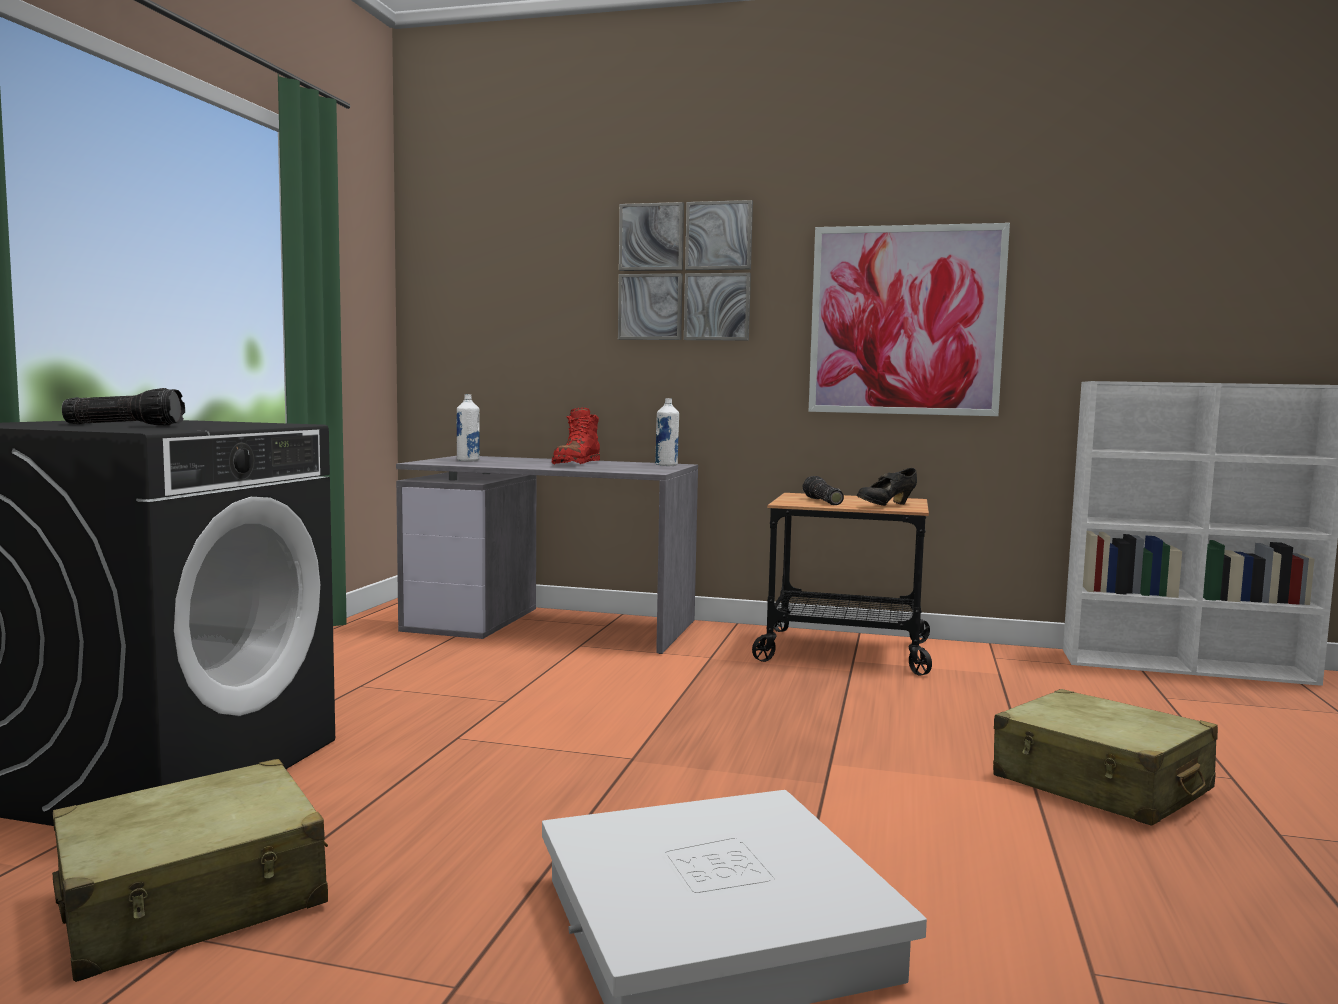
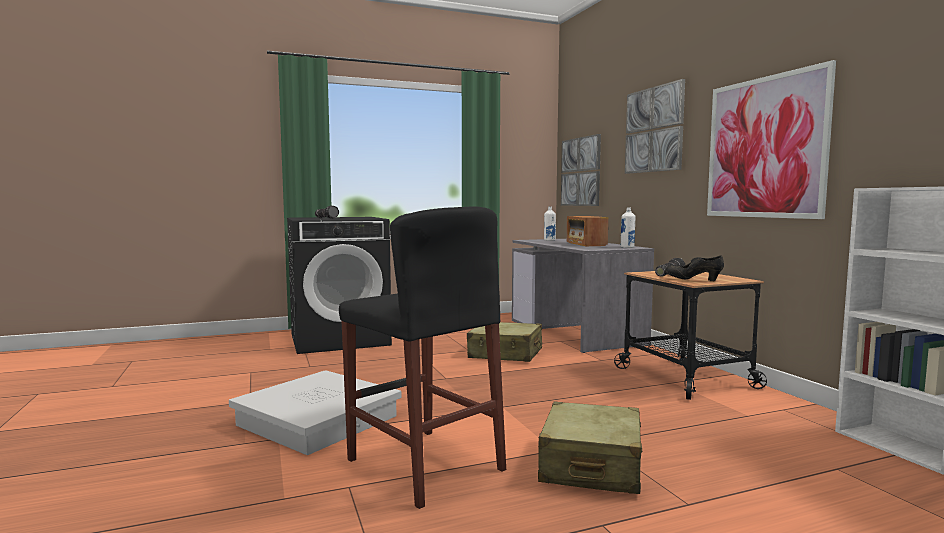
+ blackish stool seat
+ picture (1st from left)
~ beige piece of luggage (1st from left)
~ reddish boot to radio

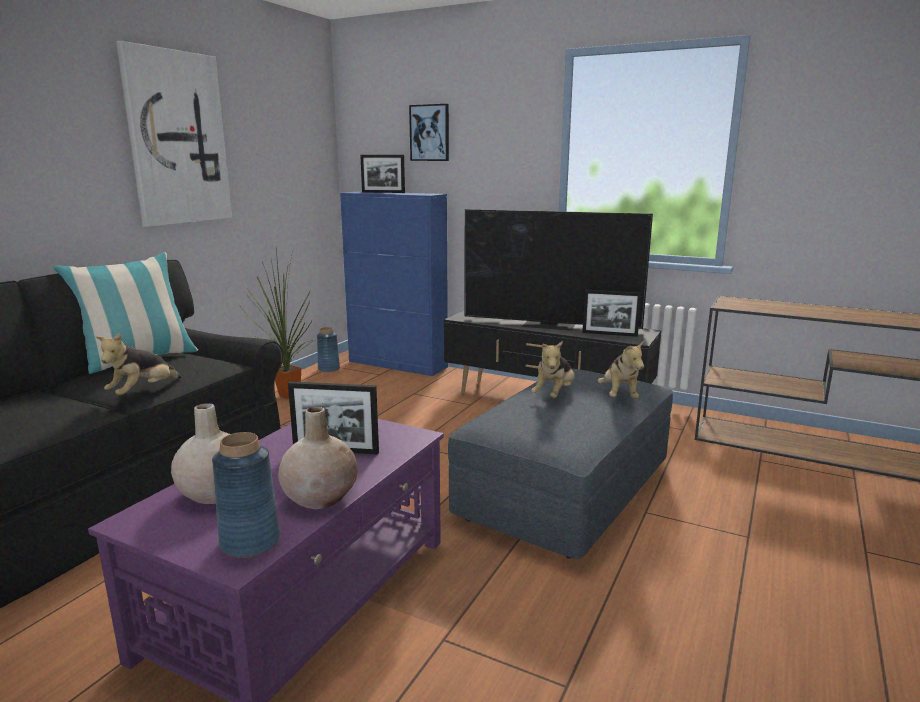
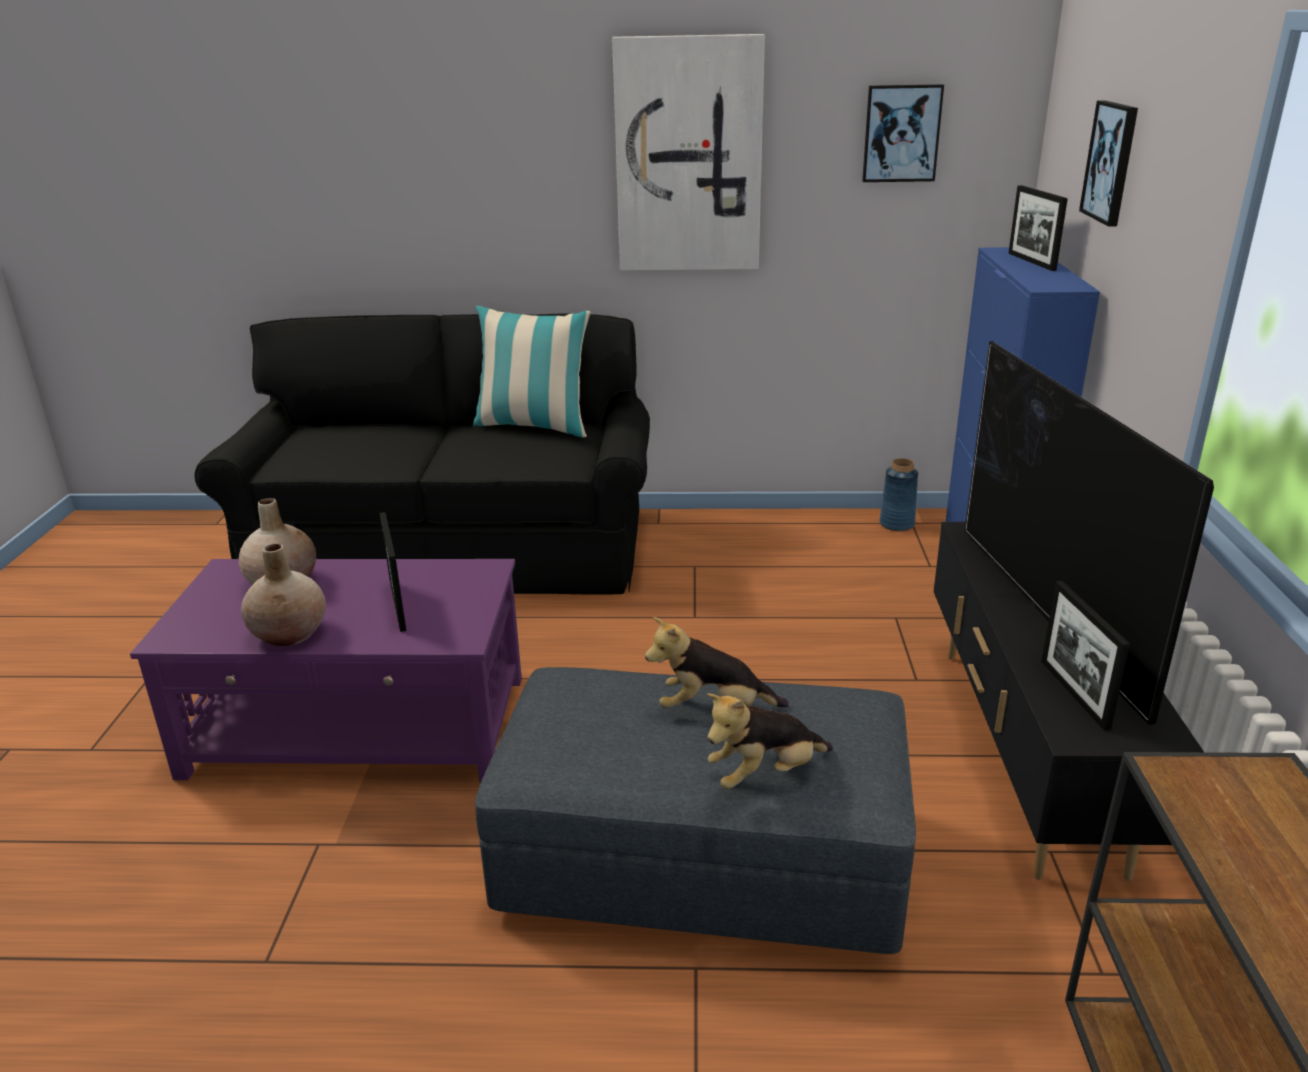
- plush toy (1st from left)
- blue flower vase (1st from left)
- plant in a pot
+ picture (2nd from left)

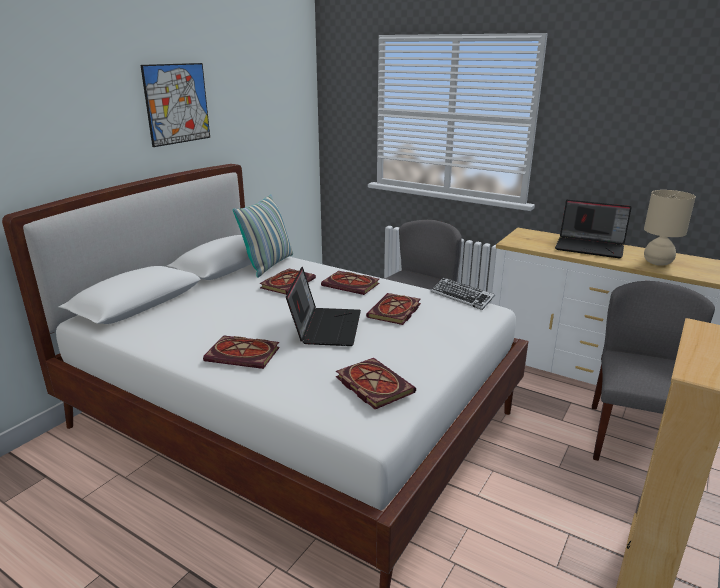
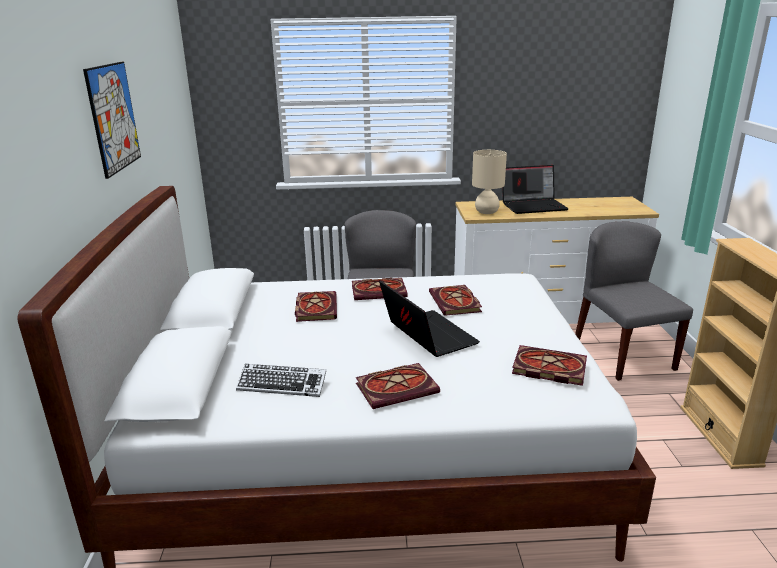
- throw pillow
~ keyboard
~ beige table lamp

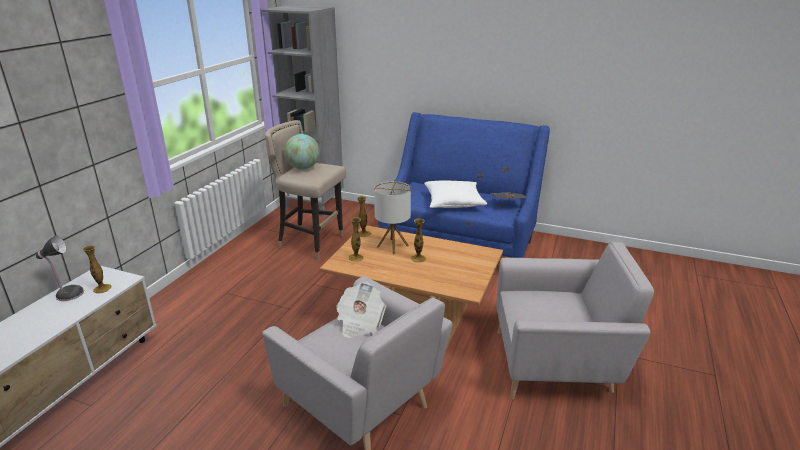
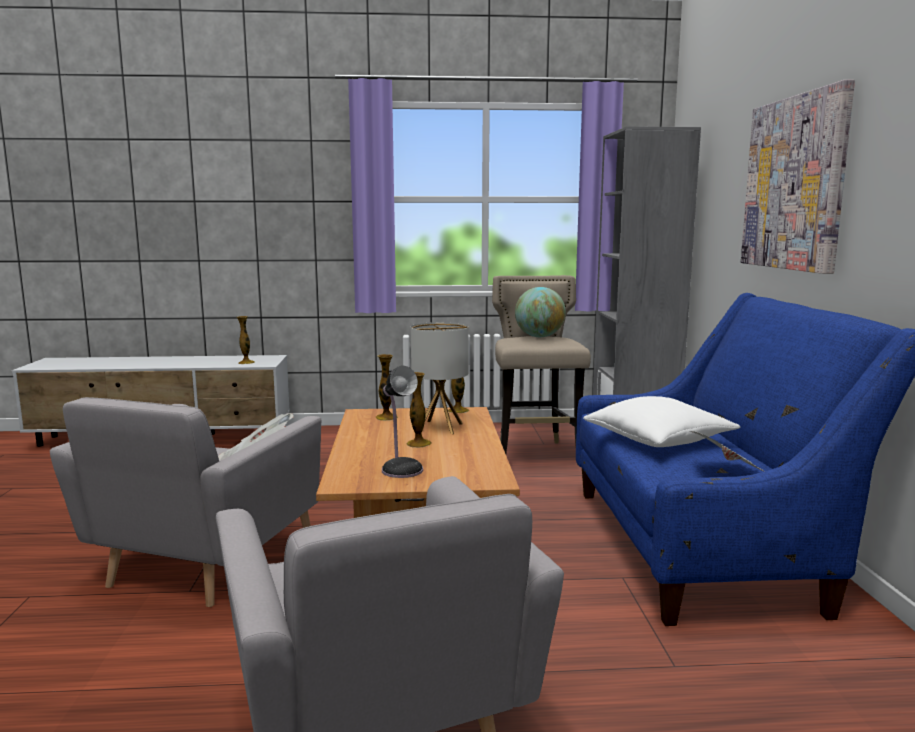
+ picture
~ table lamp (1st from left)

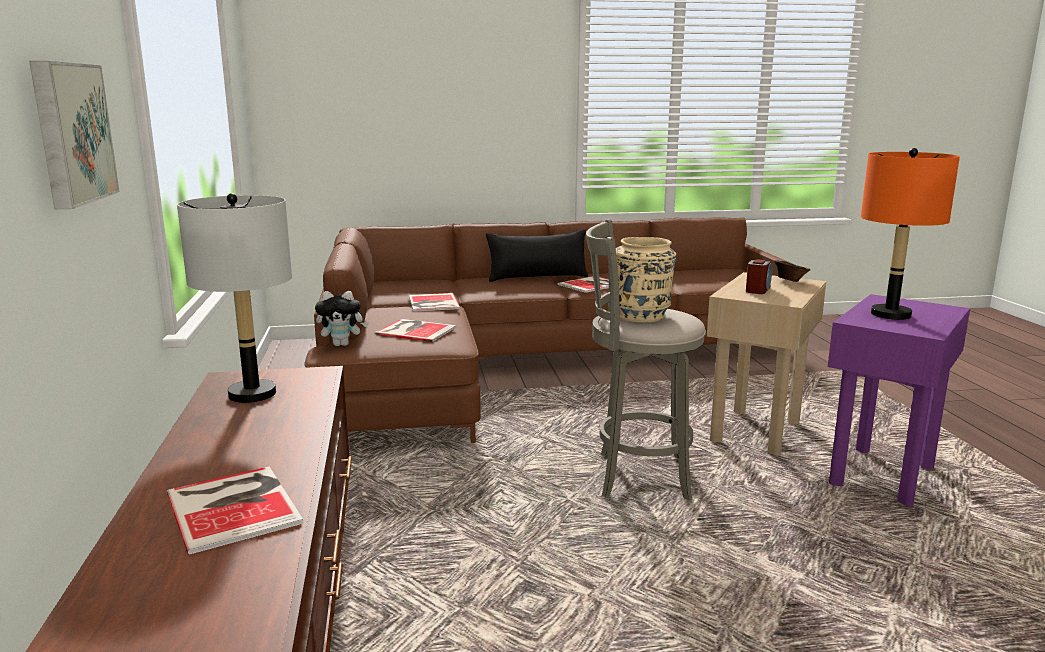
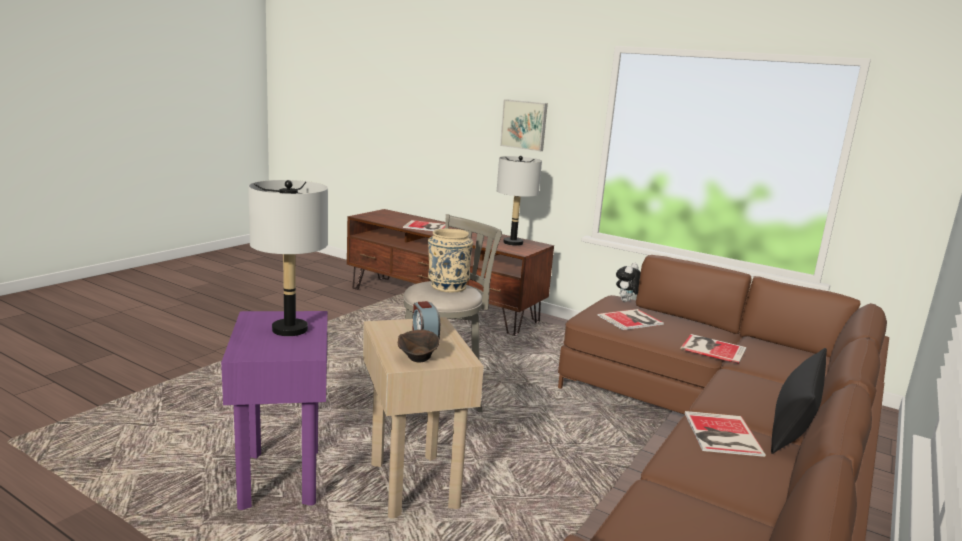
~ orange-coloured table lamp to grey table lamp (1st from left)

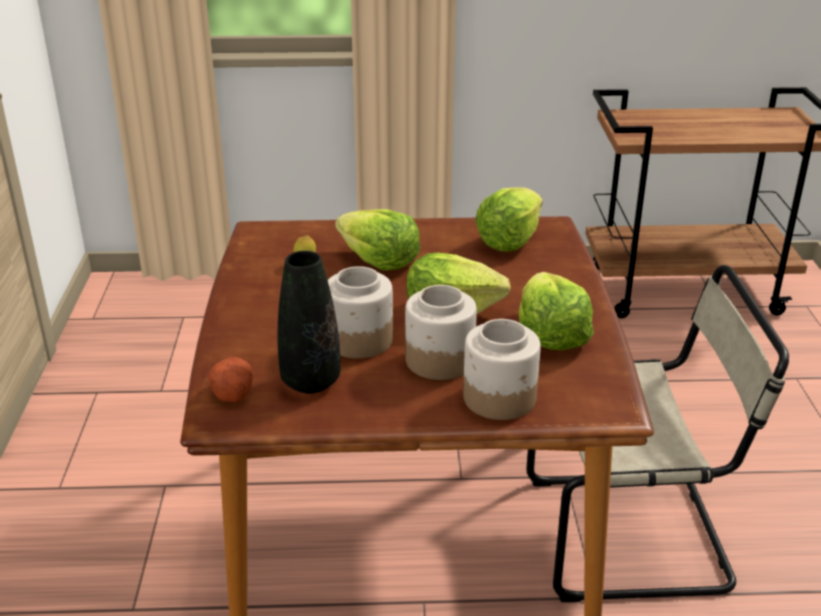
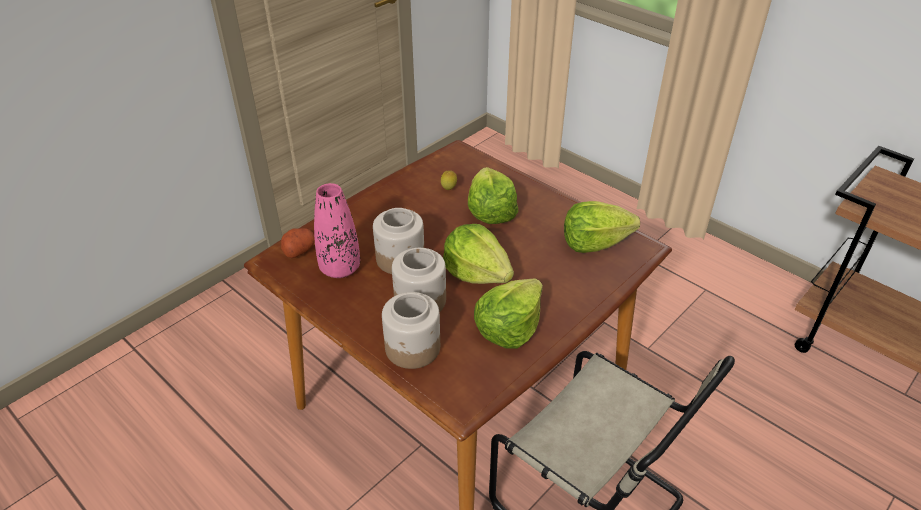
~ blackish flower vase to pinkish flower vase

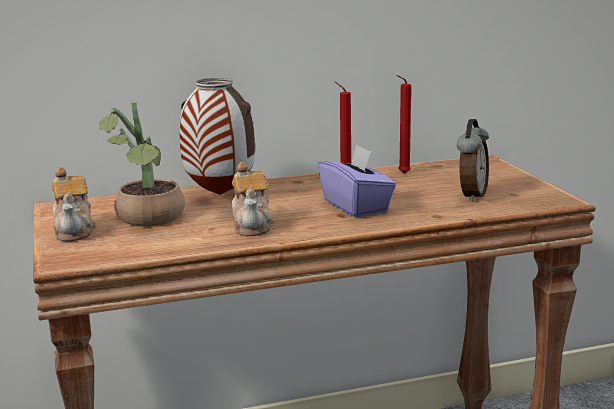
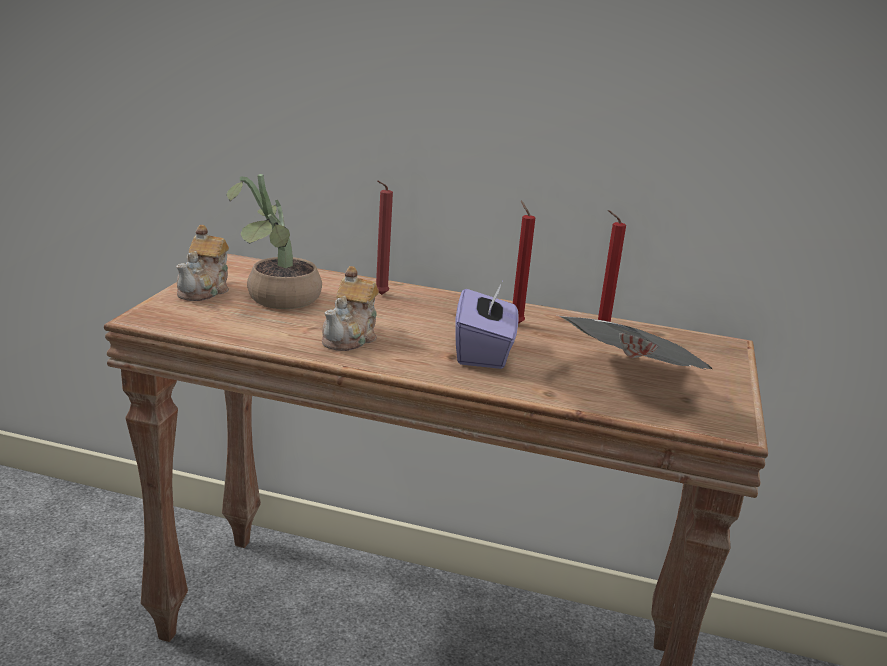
~ flower vase to reddish wax light (1st from left)
~ alarm clock to daily paper

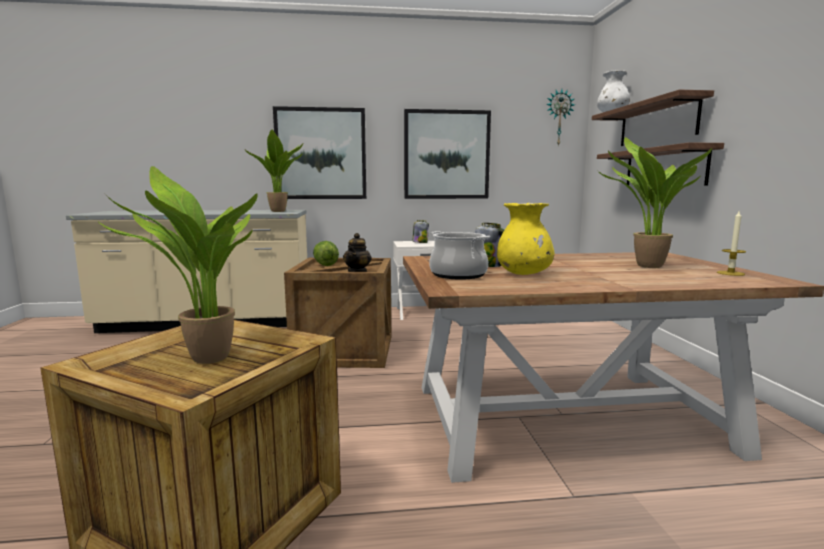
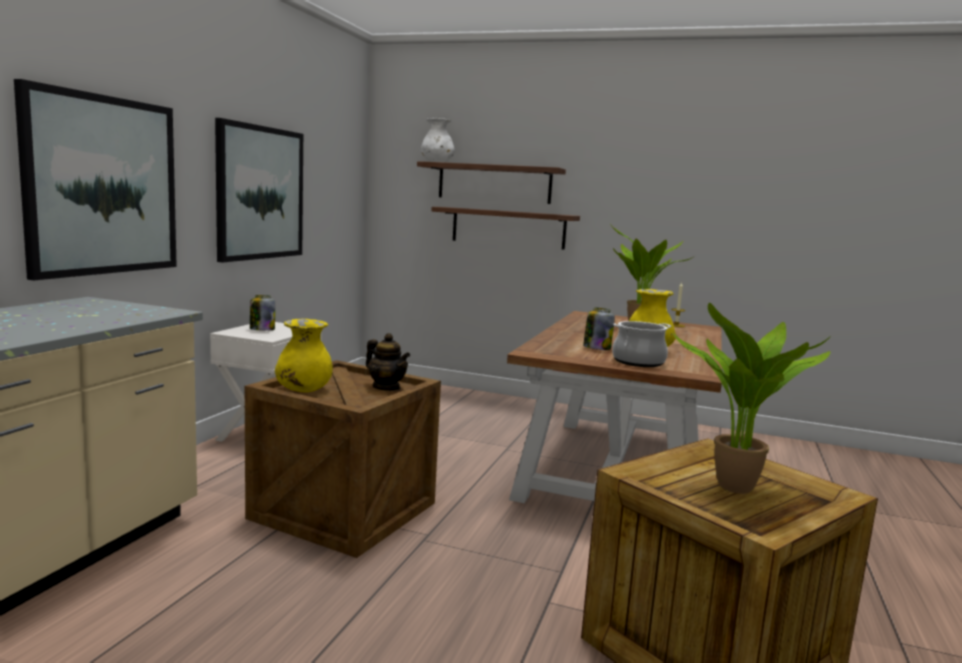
- plant in a pot (2nd from left)
- clock on the wall
~ lettuce head to yellow flower vase (1st from left)

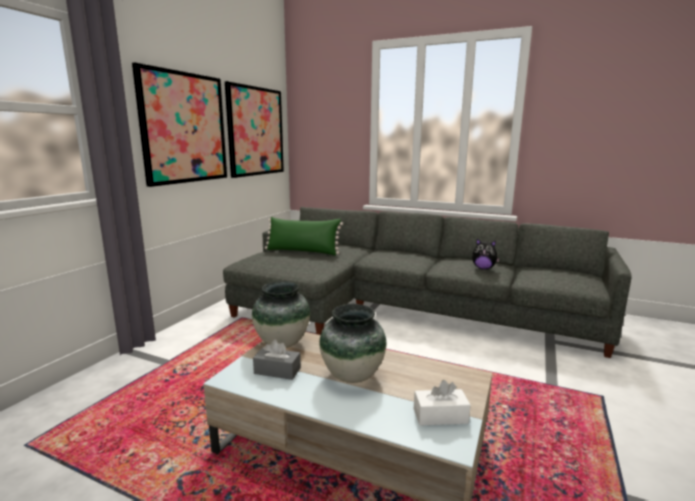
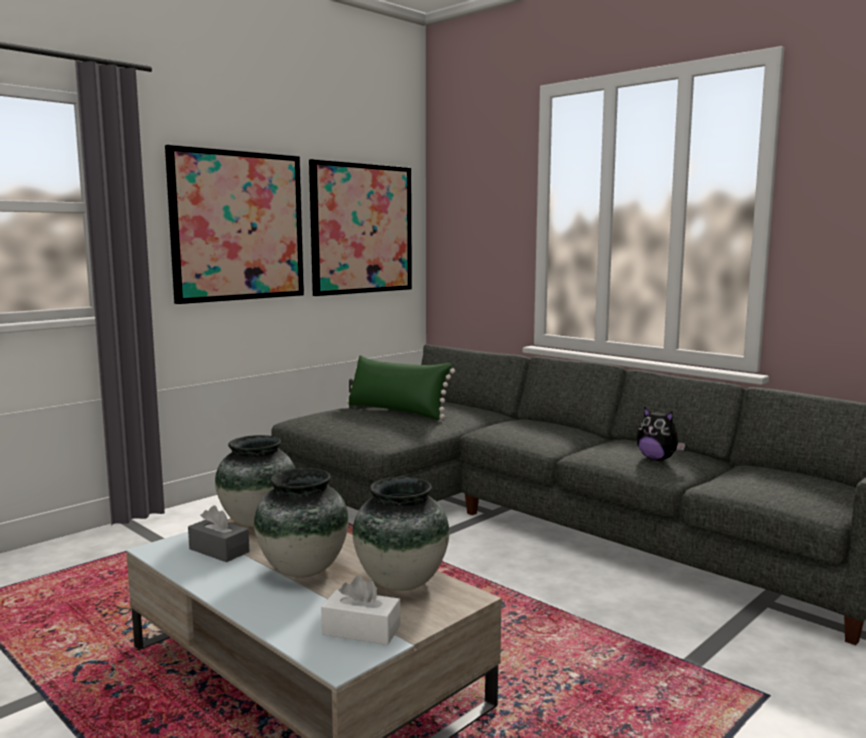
+ flower vase (3rd from left)

